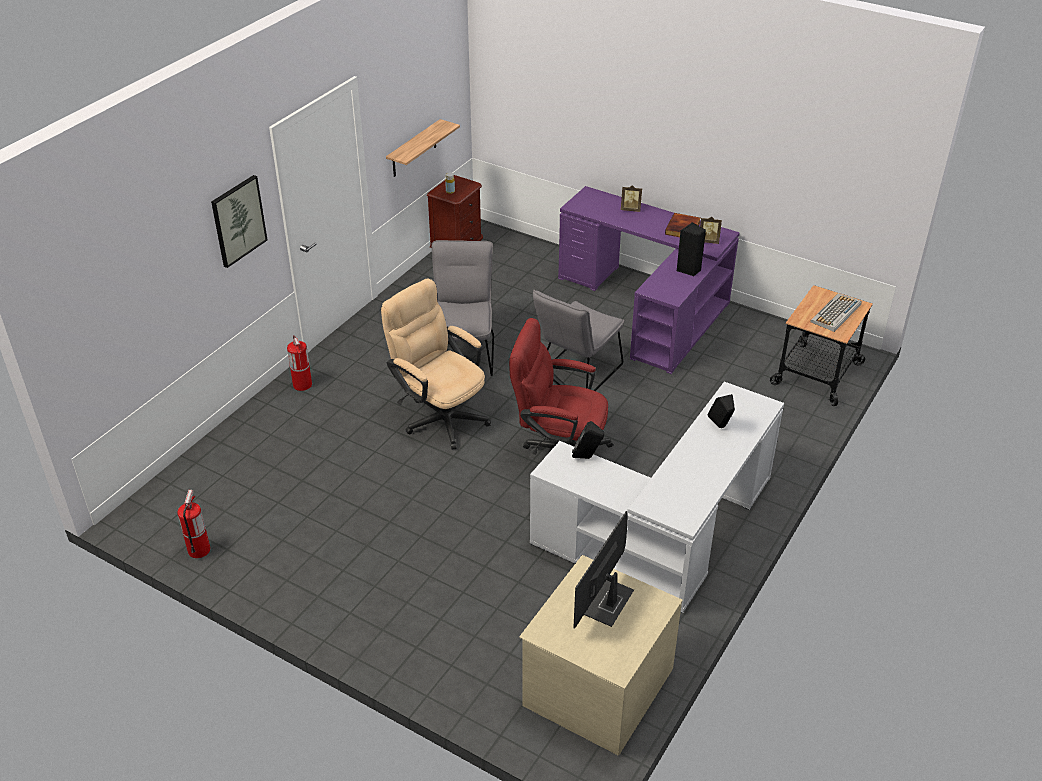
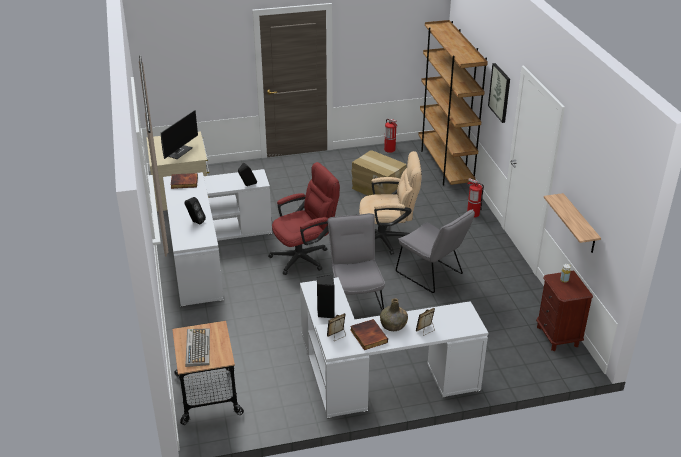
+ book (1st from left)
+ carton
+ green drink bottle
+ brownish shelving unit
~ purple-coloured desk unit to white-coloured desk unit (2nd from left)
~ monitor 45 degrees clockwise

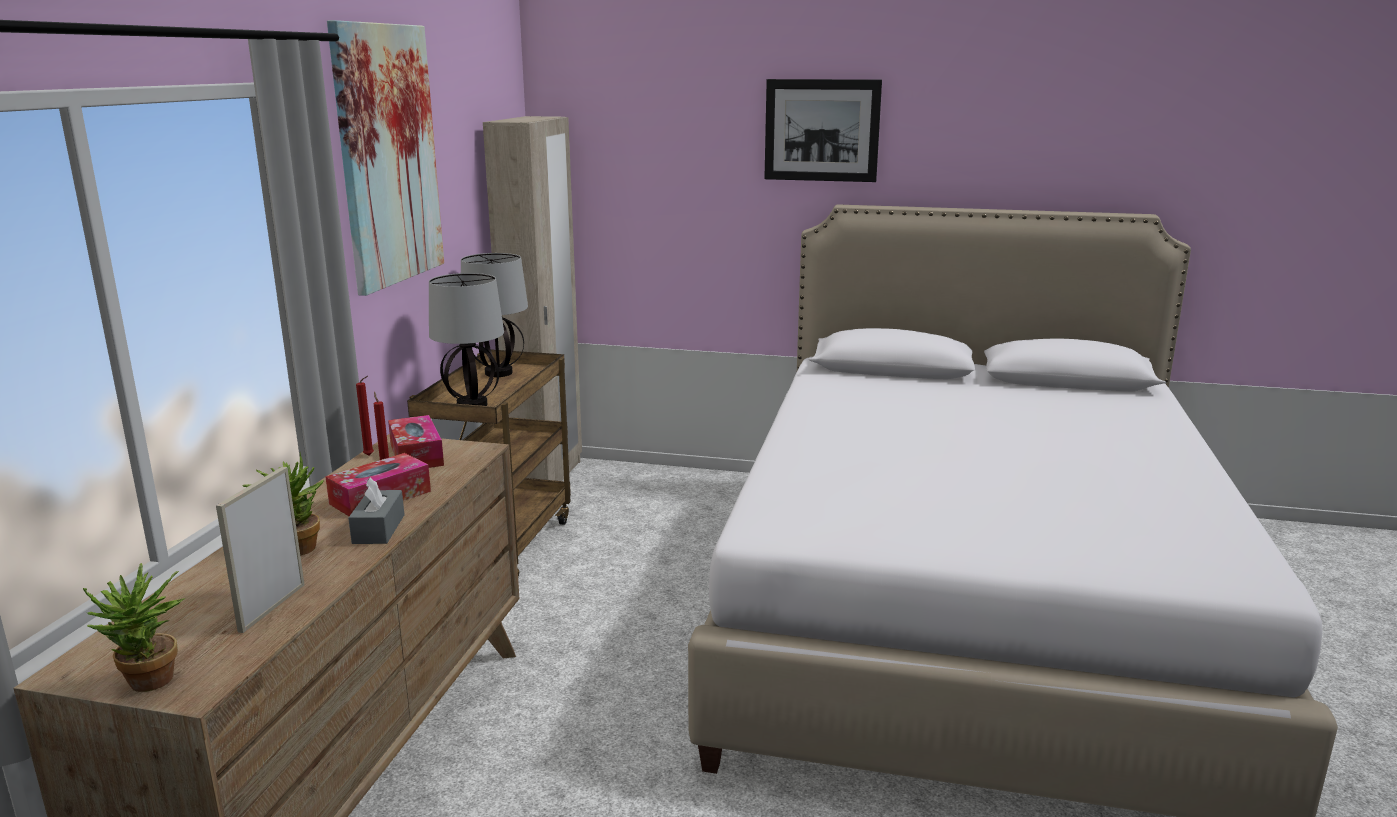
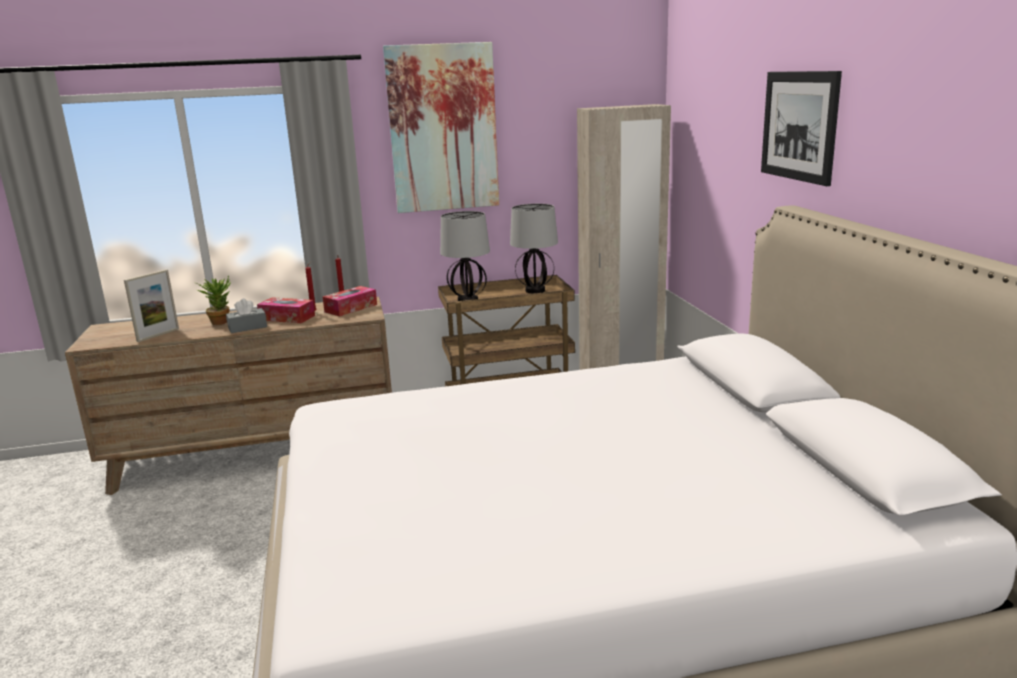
- plant in a pot (1st from left)
~ picture frame 135 degrees clockwise

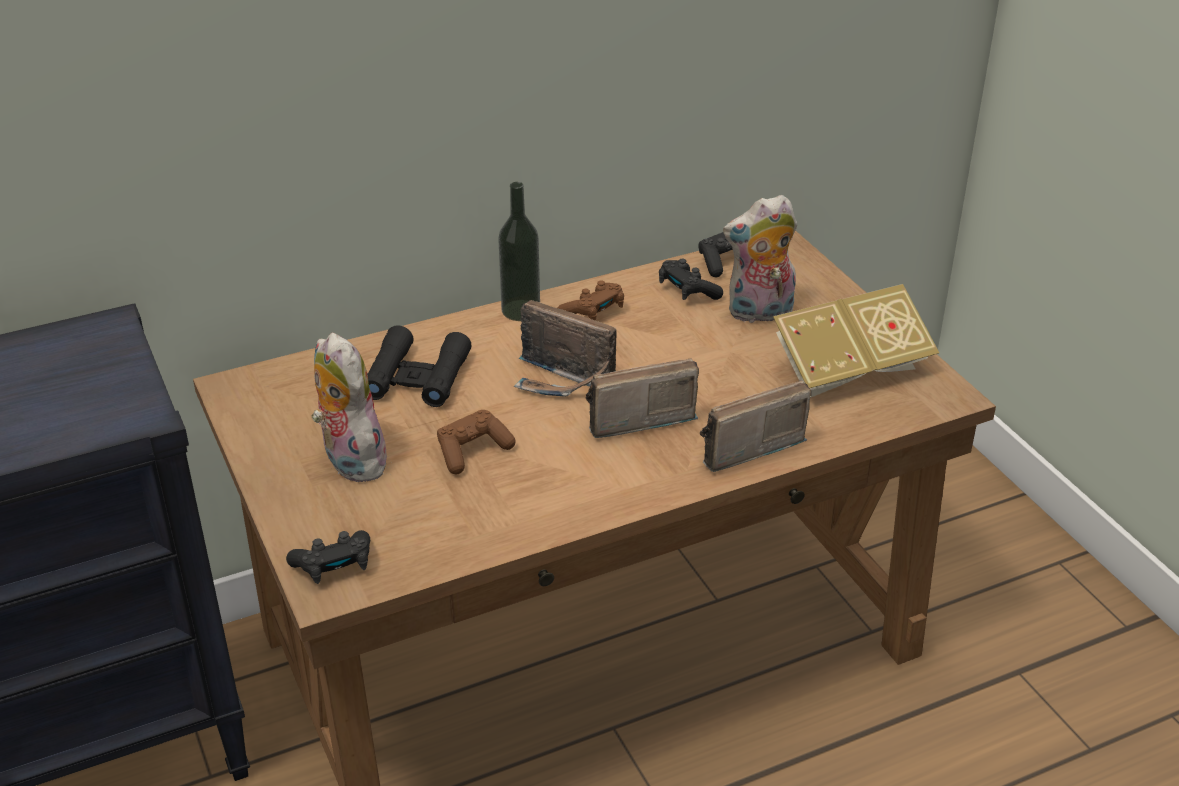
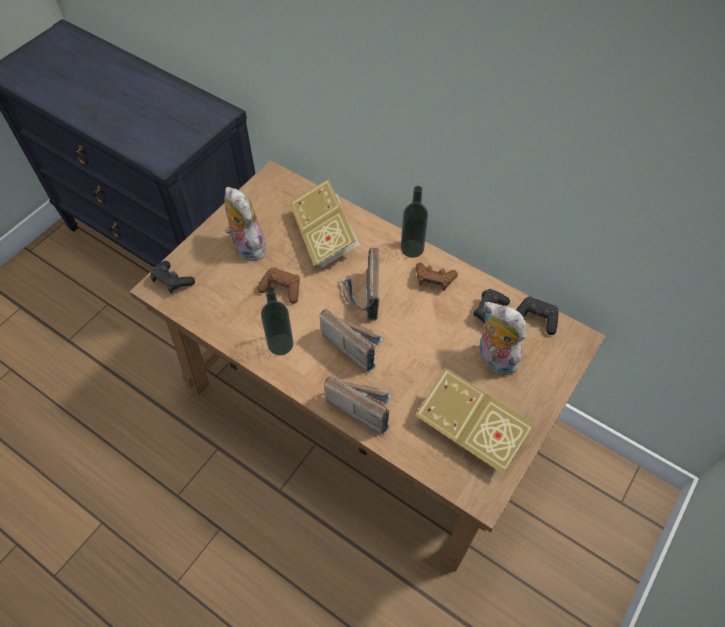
+ drink bottle (1st from left)
~ blackish field glasses to book (1st from left)
~ plush toy (1st from left) 60 degrees counterclockwise

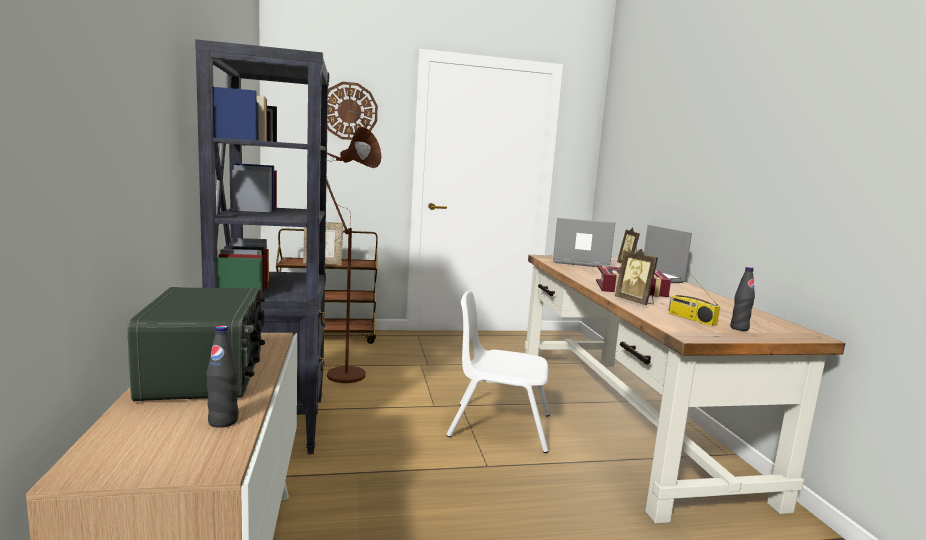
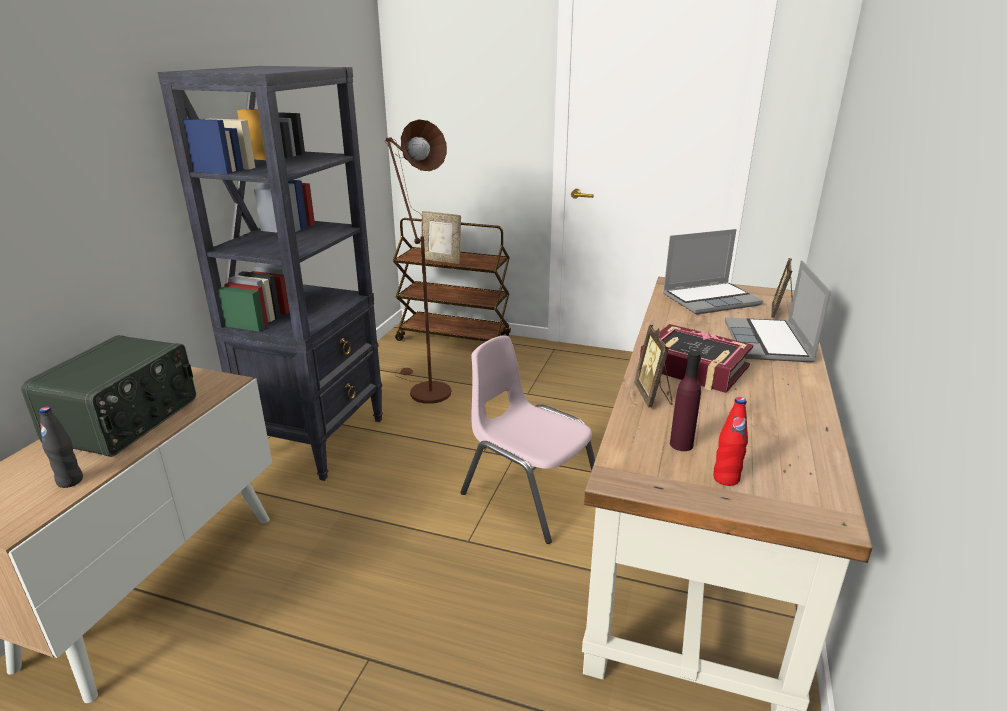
- clock on the wall
~ radio (2nd from left) to purple-coloured drink bottle
~ white-coloured plain chair to pinkish plain chair
~ blackish drink bottle (2nd from left) to reddish drink bottle
~ laptop (1st from left) 120 degrees clockwise

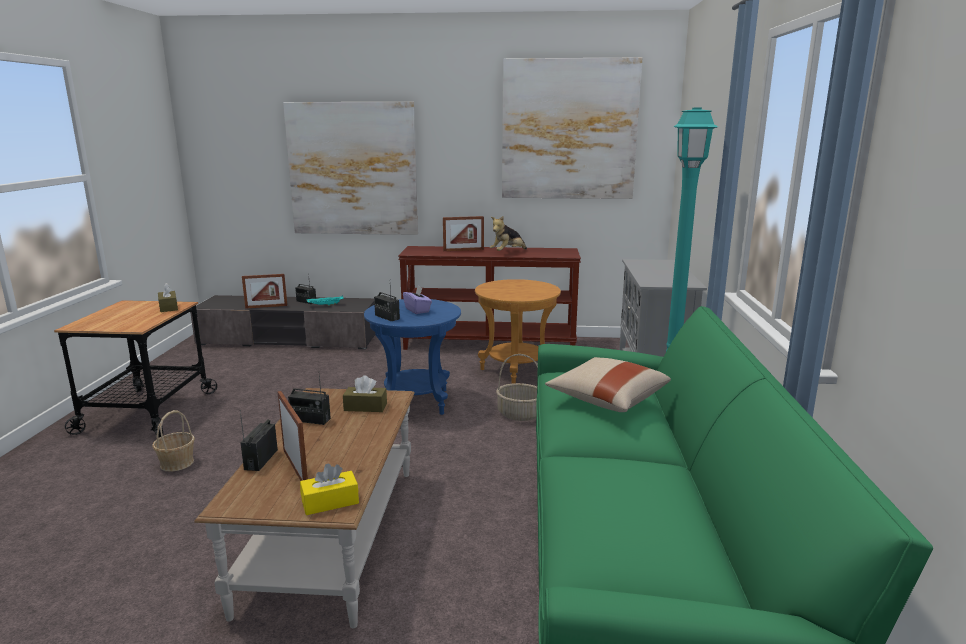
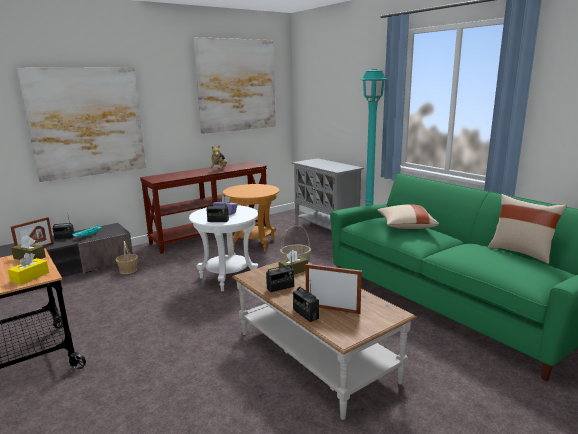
- picture frame (3rd from left)
+ beige throw pillow (2nd from left)
~ storage basket (1st from left)
~ yellow tissue holder
~ blue accent table to white-coloured accent table

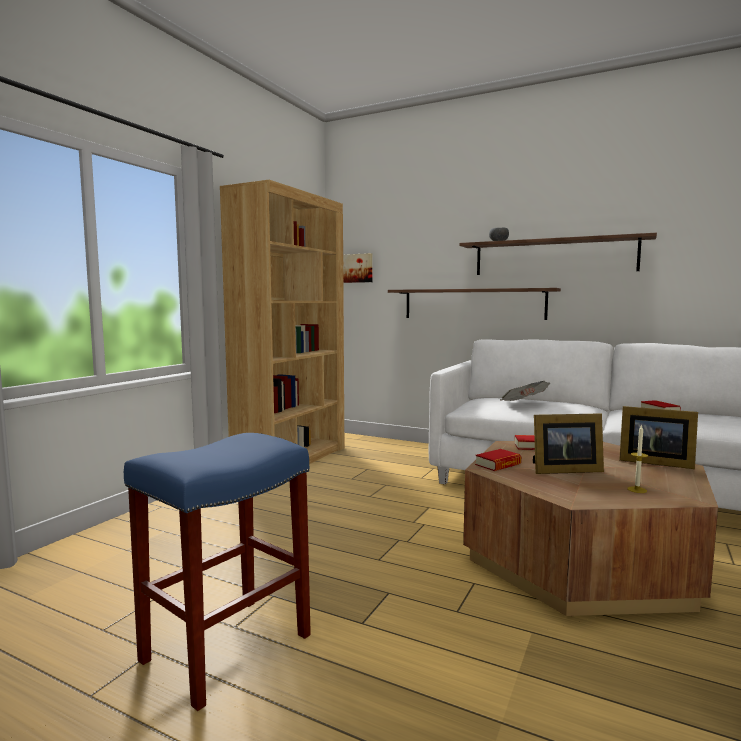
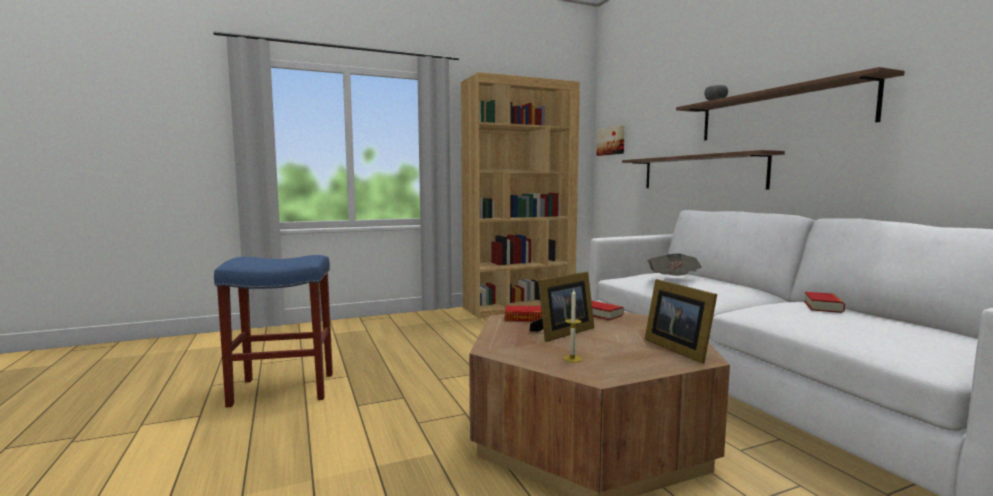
~ picture frame (1st from left) 75 degrees counterclockwise

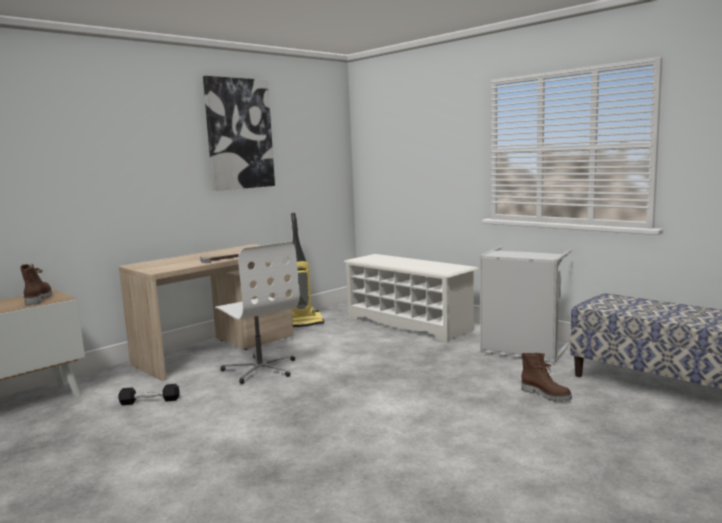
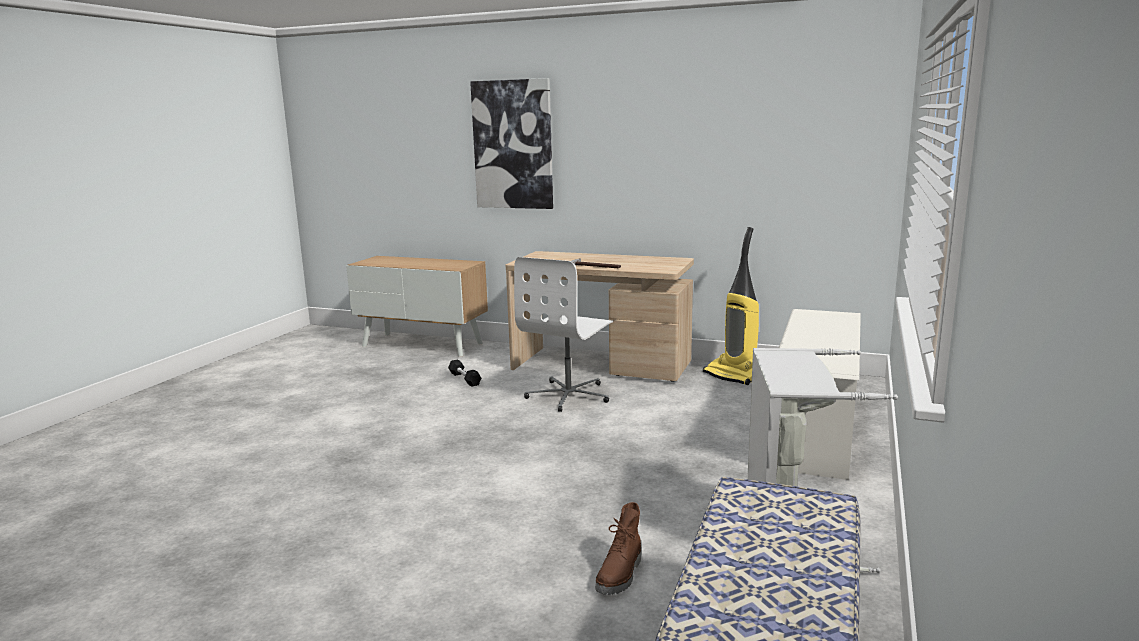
- brownish boot (1st from left)
~ picture

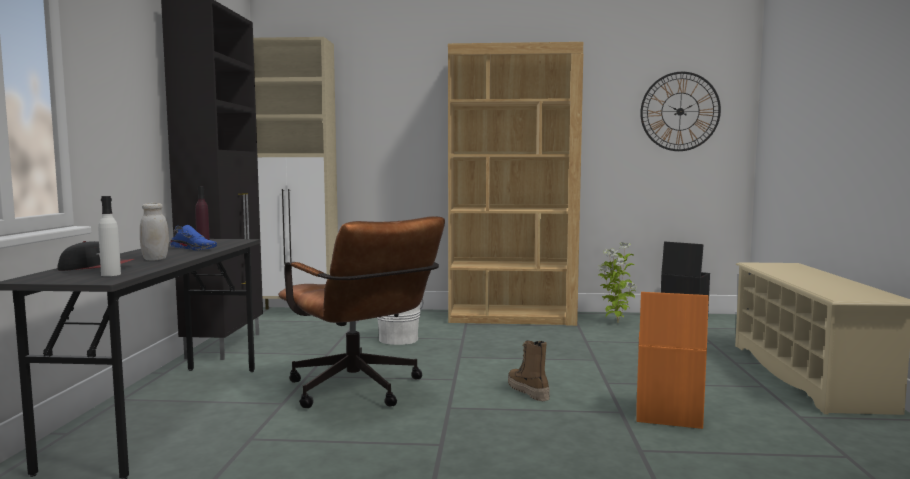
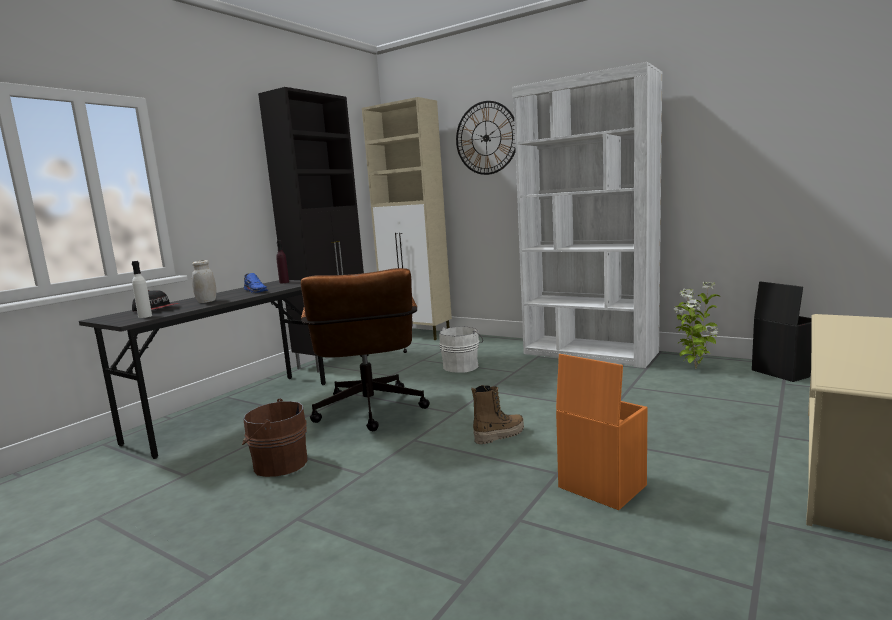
+ brownish water bucket
~ clock on the wall
~ brownish shelving unit to white-coloured shelving unit
~ boot 60 degrees clockwise

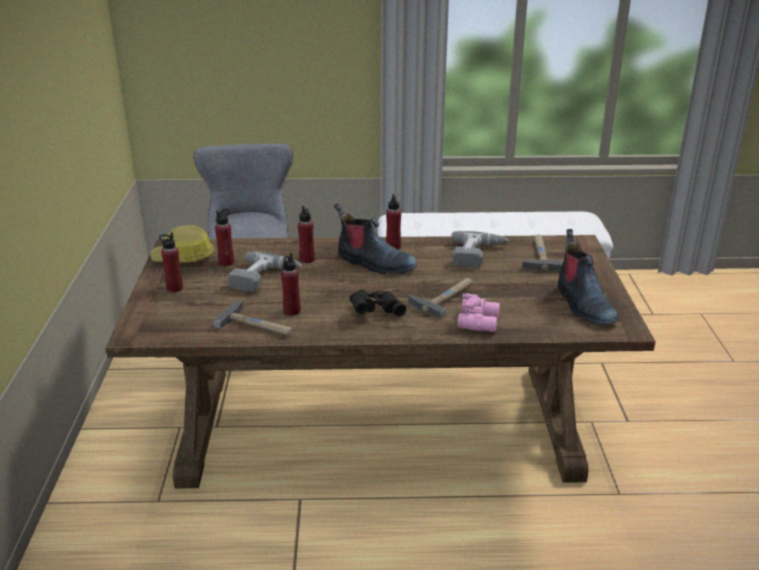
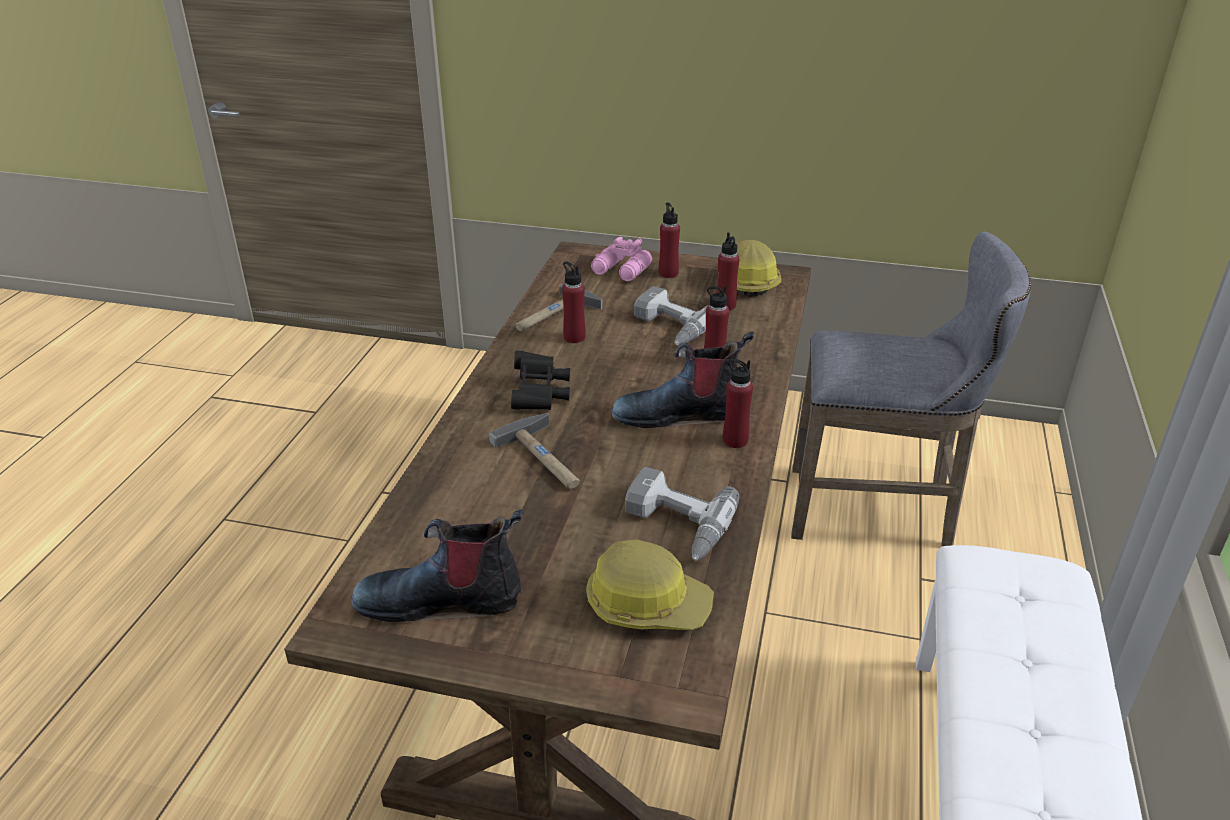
~ pinkish field glasses
~ tool hammer (3rd from left) to hard hat (1st from left)
~ boot (1st from left in the first image) 45 degrees clockwise

